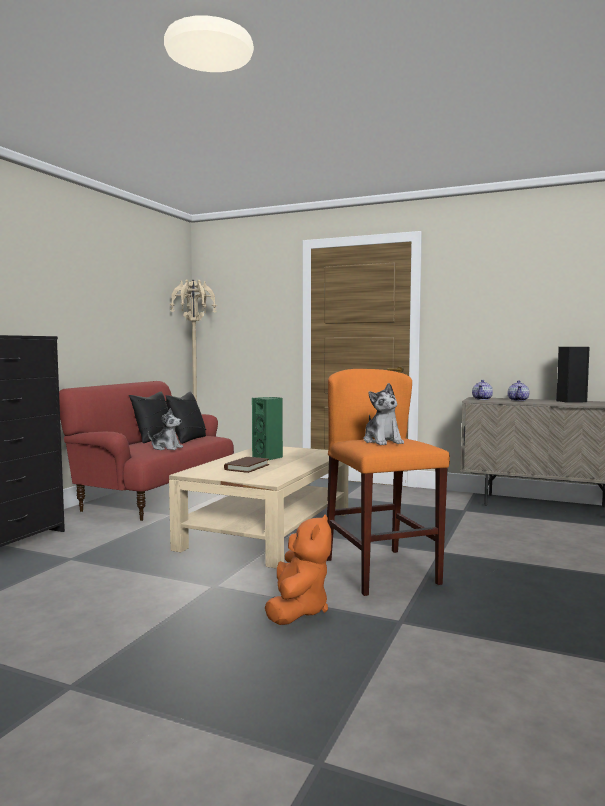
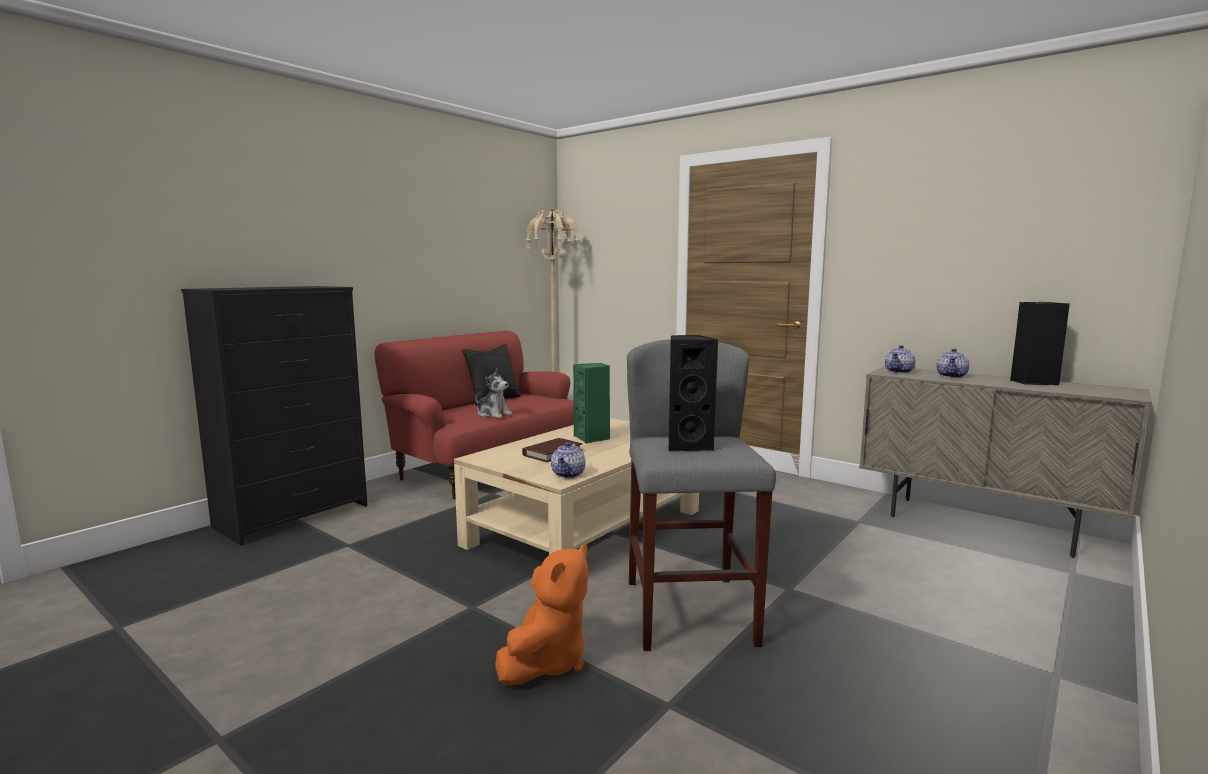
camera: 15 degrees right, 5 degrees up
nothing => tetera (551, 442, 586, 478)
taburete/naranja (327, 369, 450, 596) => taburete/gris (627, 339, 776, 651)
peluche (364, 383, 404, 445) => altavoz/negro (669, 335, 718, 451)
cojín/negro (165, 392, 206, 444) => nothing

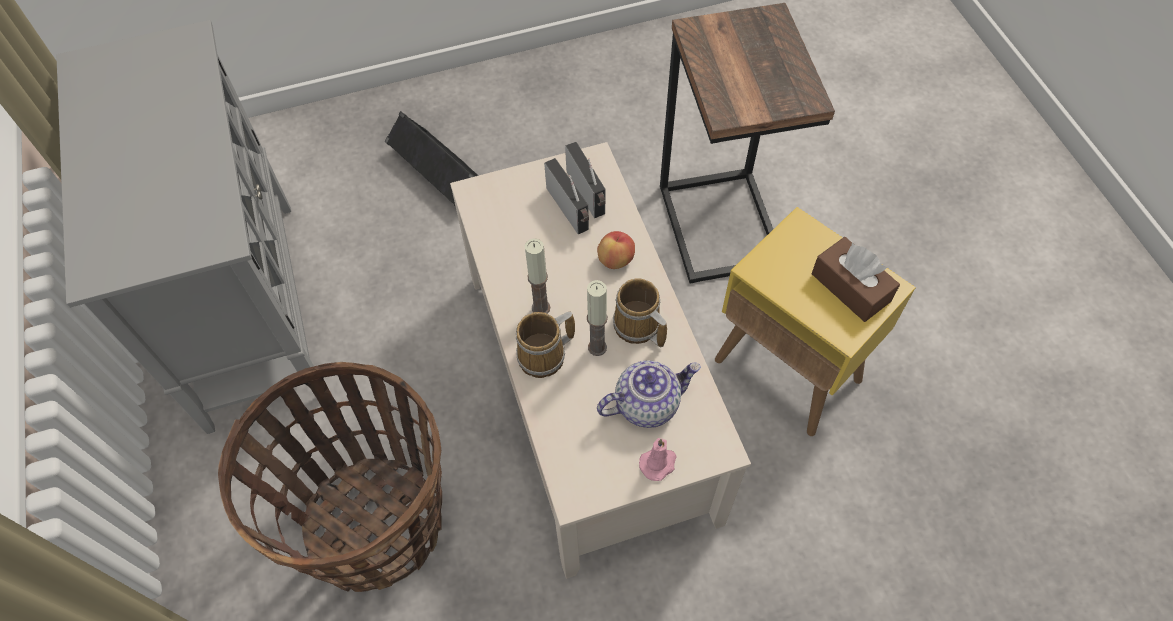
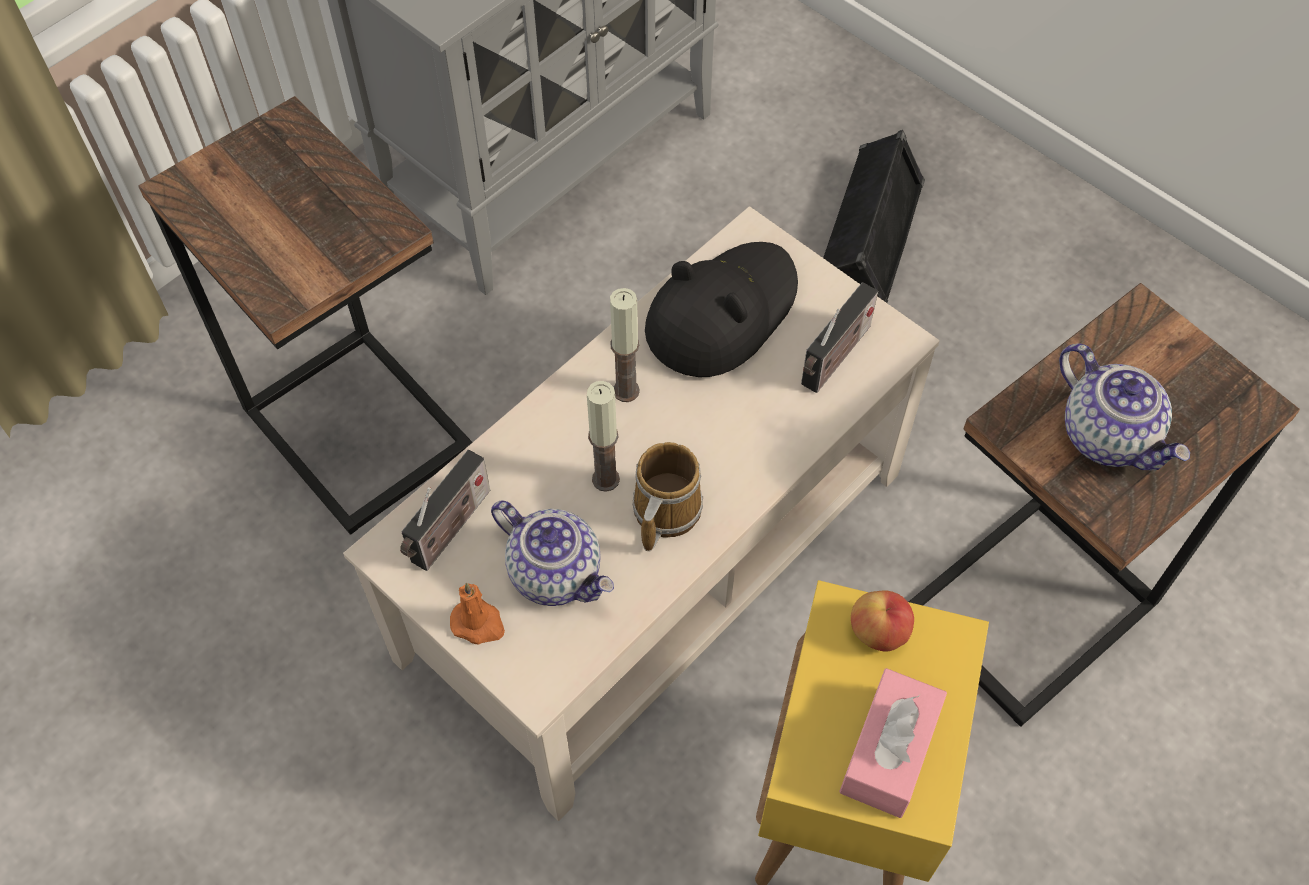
camera: 60 degrees right, 0 degrees up
cesta (218, 362, 442, 592) => mesa auxiliar (138, 96, 473, 535)
radio (544, 158, 589, 234) => radio (400, 450, 490, 571), moved
vela/rosa (639, 438, 677, 481) => vela/naranja (450, 583, 505, 644)
nothing => sombrero/negro (645, 242, 798, 377)
caja de pañuelos/marrón (812, 237, 900, 322) => caja de pañuelos/rosa (839, 668, 947, 818)
manzana (597, 231, 635, 269) => manzana (851, 591, 914, 652), moved
nothing => tetera (1059, 343, 1190, 471)
taza grande (516, 312, 575, 378) => nothing

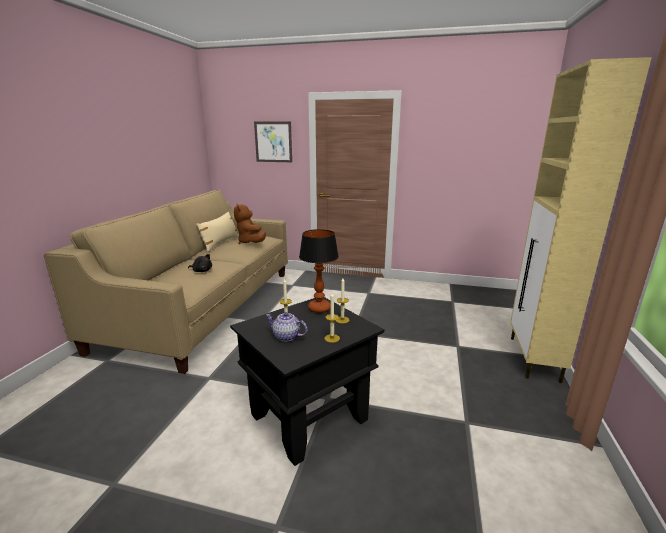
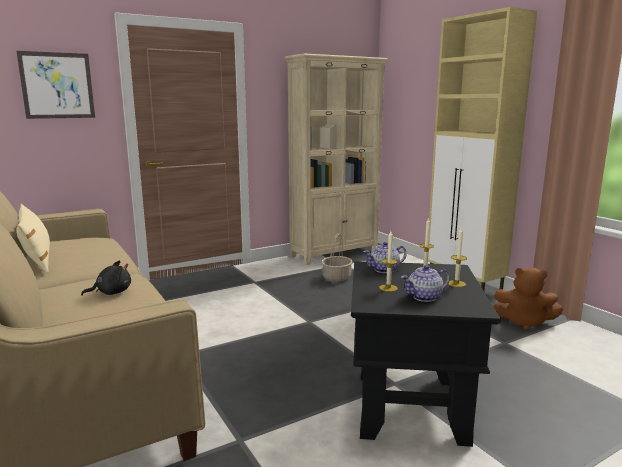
camera: 45 degrees left, 5 degrees down
nothing => estantería/beis (285, 53, 388, 265)
nothing => cesta (322, 233, 352, 282)
lámpara de mesa (299, 229, 339, 313) => tetera (363, 242, 406, 273)
peluche/marrón (234, 203, 266, 244) => peluche/marrón (493, 267, 563, 330), moved

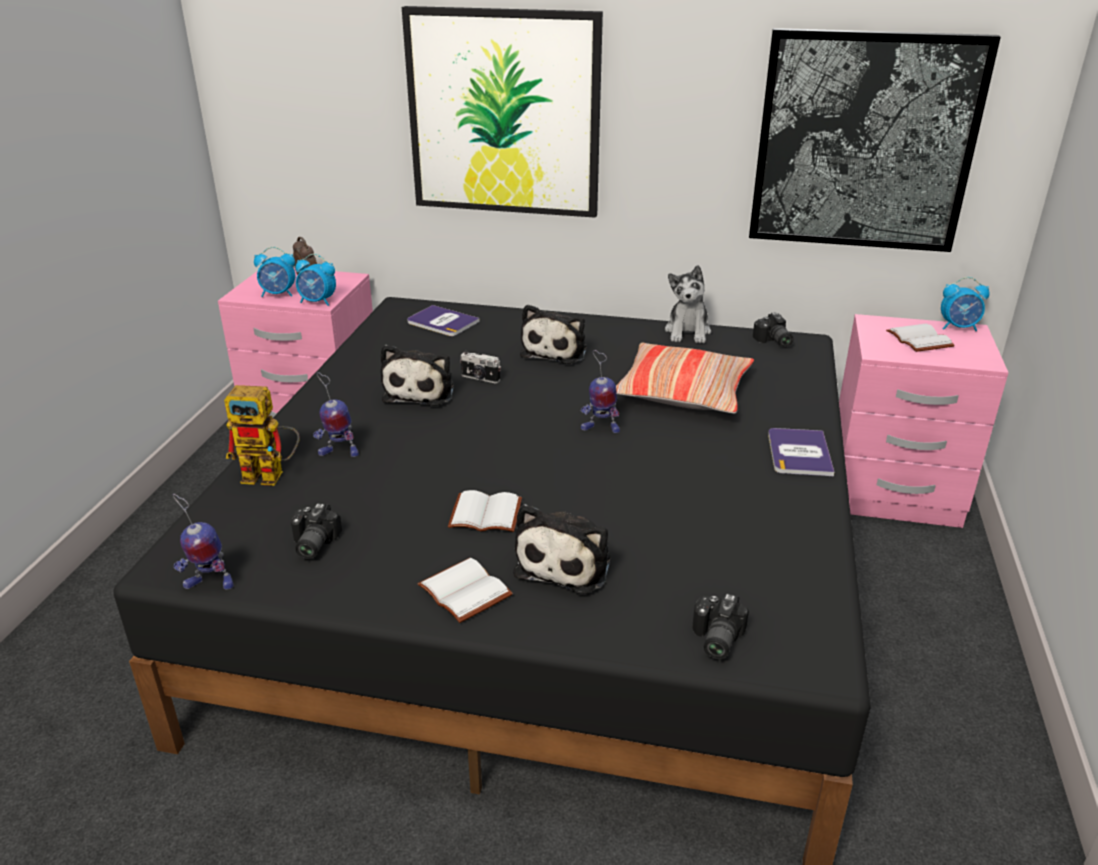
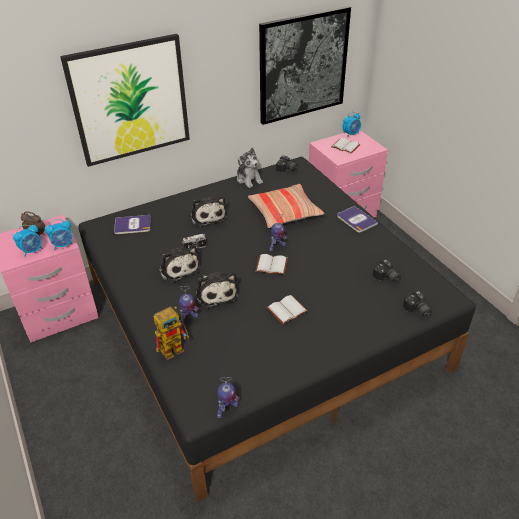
camera: 40 degrees left, 10 degrees up
peluche (513, 504, 611, 594) => peluche (195, 272, 238, 309), moved
libro/blanco (418, 558, 513, 623) => libro/blanco (255, 254, 288, 275), moved
cámara (291, 503, 342, 559) => cámara (373, 259, 401, 283), moved

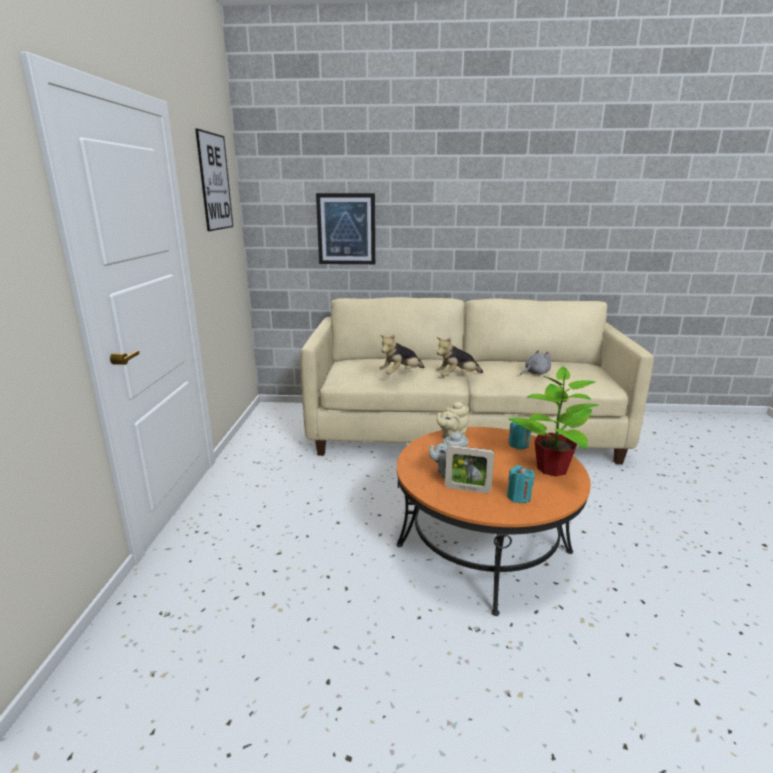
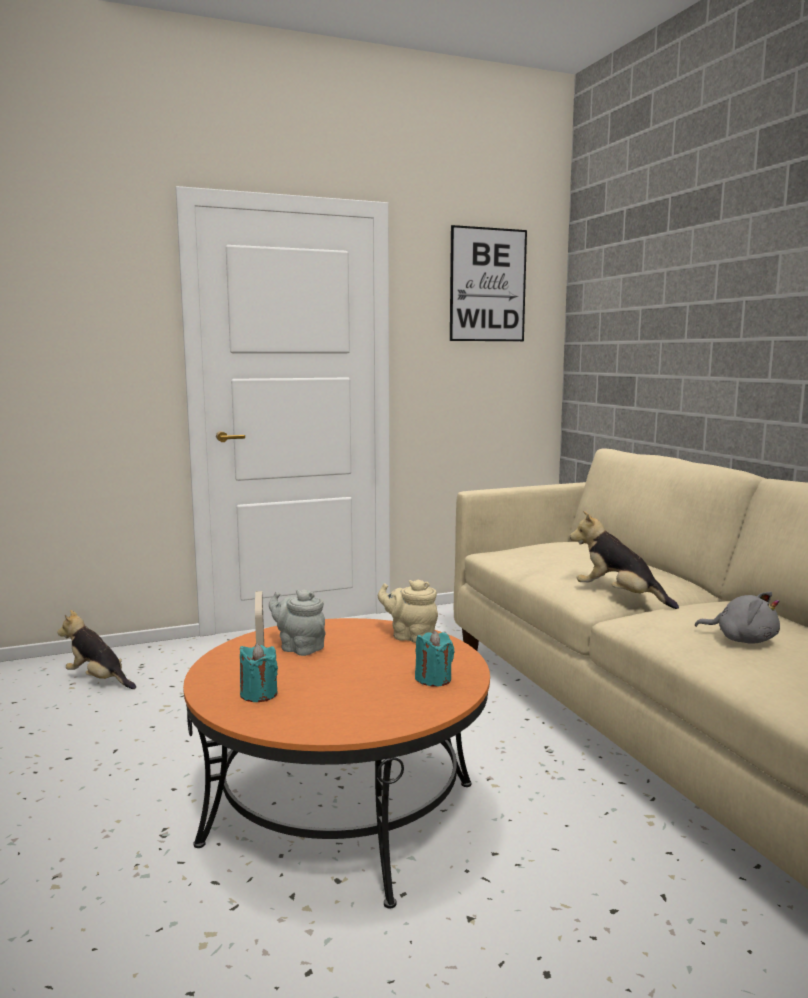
camera: 65 degrees right, 10 degrees down
peluche (379, 335, 425, 374) => peluche (57, 610, 136, 689), moved
cuadro (316, 193, 375, 264) => nothing
planta en maceta (508, 367, 598, 476) => nothing

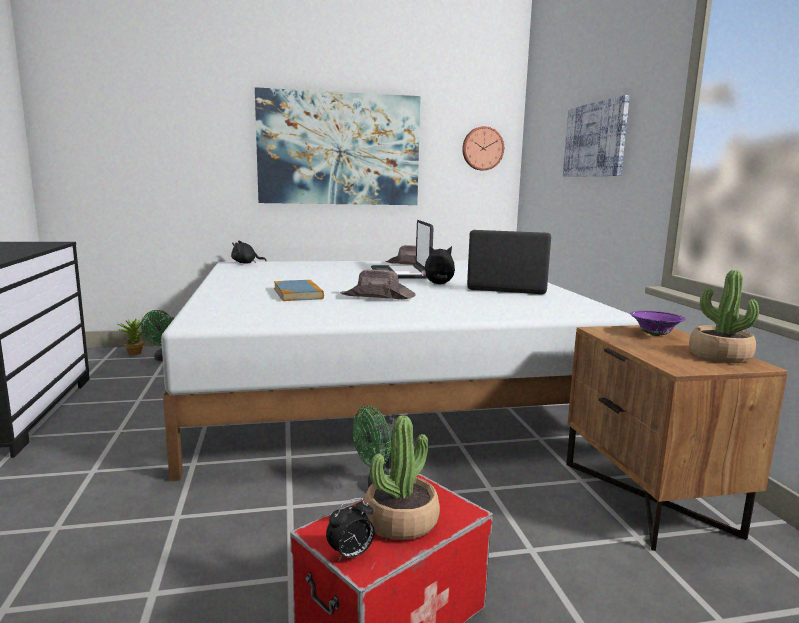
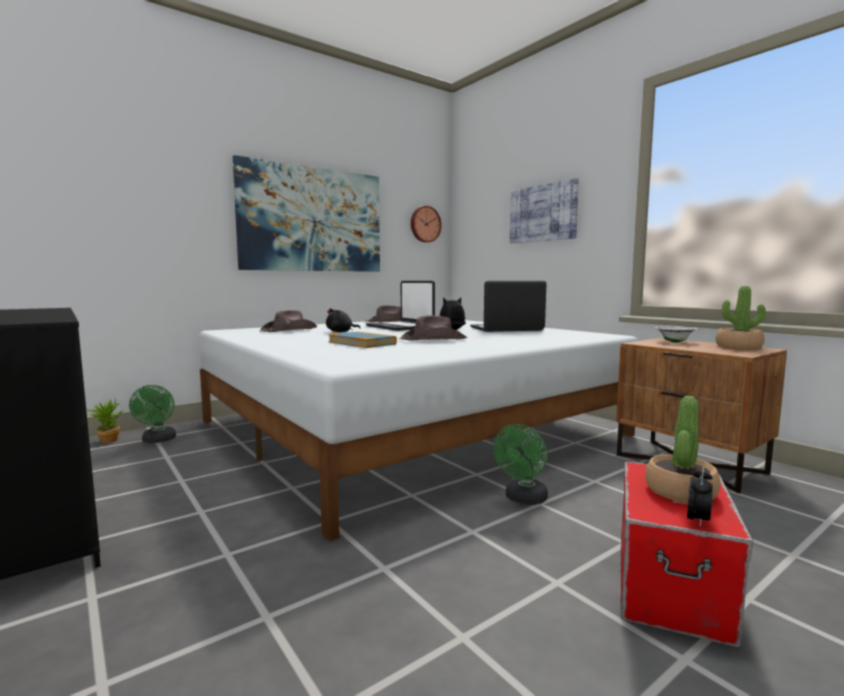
camera: 25 degrees left, 5 degrees down
nothing => sombrero/marrón (260, 310, 317, 332)
peluche/negro (231, 241, 267, 263) => peluche/negro (326, 308, 361, 332), moved
cuenco/morado (630, 311, 686, 336) => cuenco/blanco (655, 327, 697, 343)

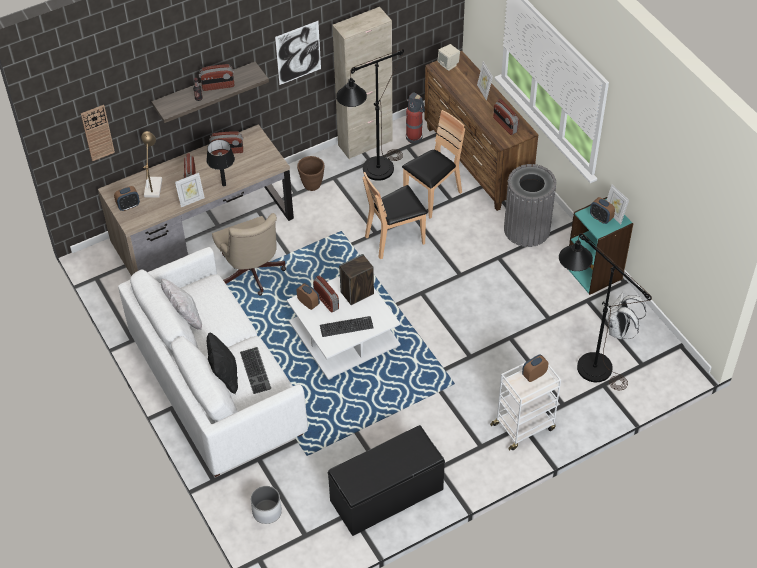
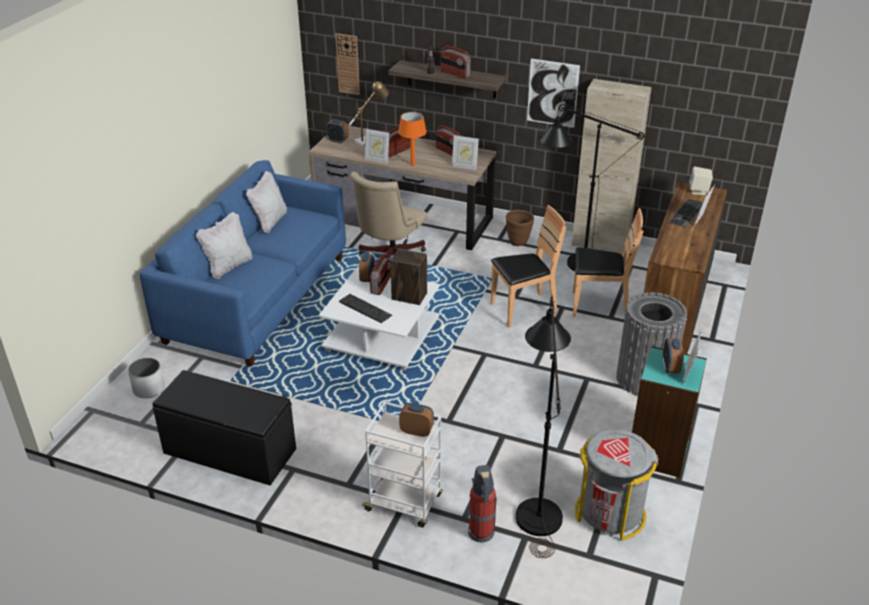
camera: 50 degrees right, 15 degrees down
sofá/blanco (118, 247, 308, 477) => sofá/azul (140, 160, 346, 367)
cojín/negro (207, 332, 238, 394) => cojín/blanco (196, 212, 252, 279)
lámpara de mesa/negro (206, 140, 235, 186) => lámpara de mesa/naranja (398, 112, 427, 166)
nothing => portarretratos (452, 135, 479, 170)
extintor (406, 92, 425, 143) => extintor (468, 465, 497, 543), moved
silla/marrón (362, 172, 427, 259) => silla/marrón (491, 205, 566, 328), 135 degrees clockwise
mochila/blanco (608, 292, 646, 339) => papelera/gris (575, 429, 658, 540)
teclado (240, 347, 271, 394) => teclado (668, 199, 703, 228), moved
radio (493, 99, 519, 135) => nothing

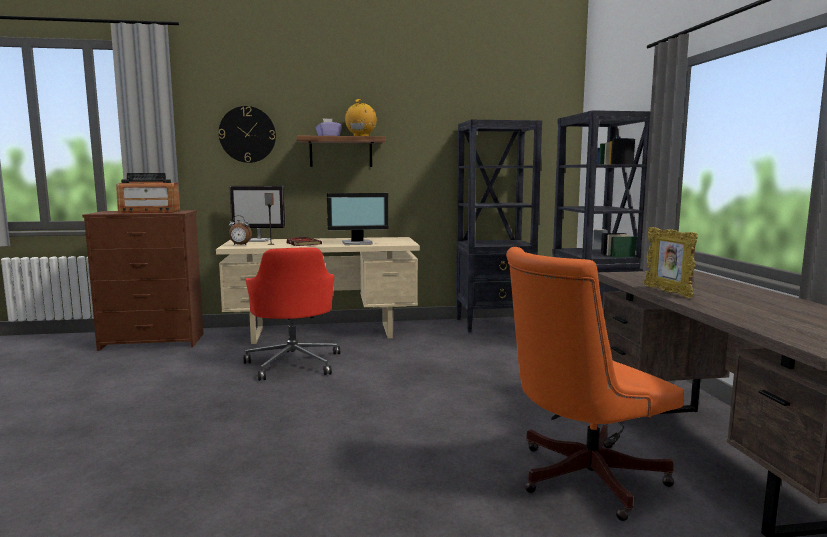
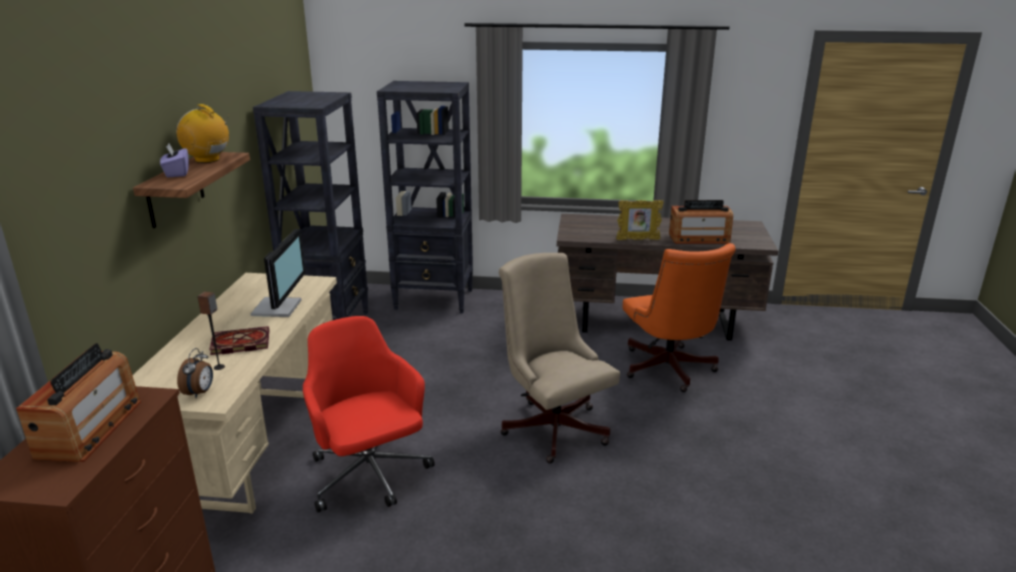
camera: 75 degrees left, 15 degrees up
silla de oficina/rojo (243, 247, 340, 381) => silla de oficina/rojo (303, 316, 435, 512), 120 degrees counterclockwise
nothing => silla de oficina/beis (499, 253, 620, 464)
nothing => radio (669, 200, 733, 244)
reloj de pared (219, 106, 276, 163) => nothing
monitor (230, 186, 285, 242) => nothing

